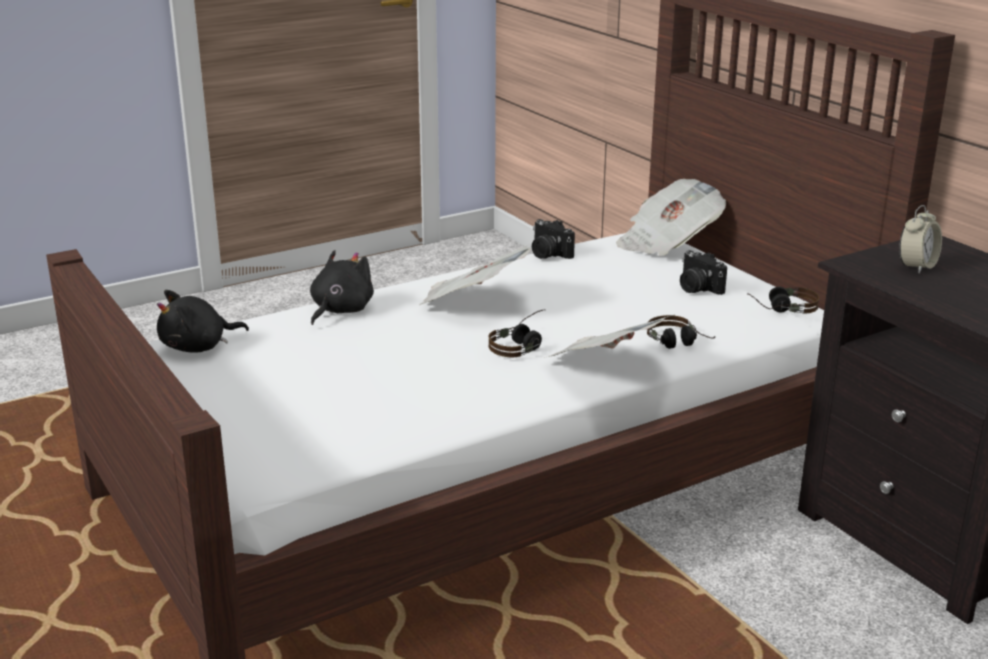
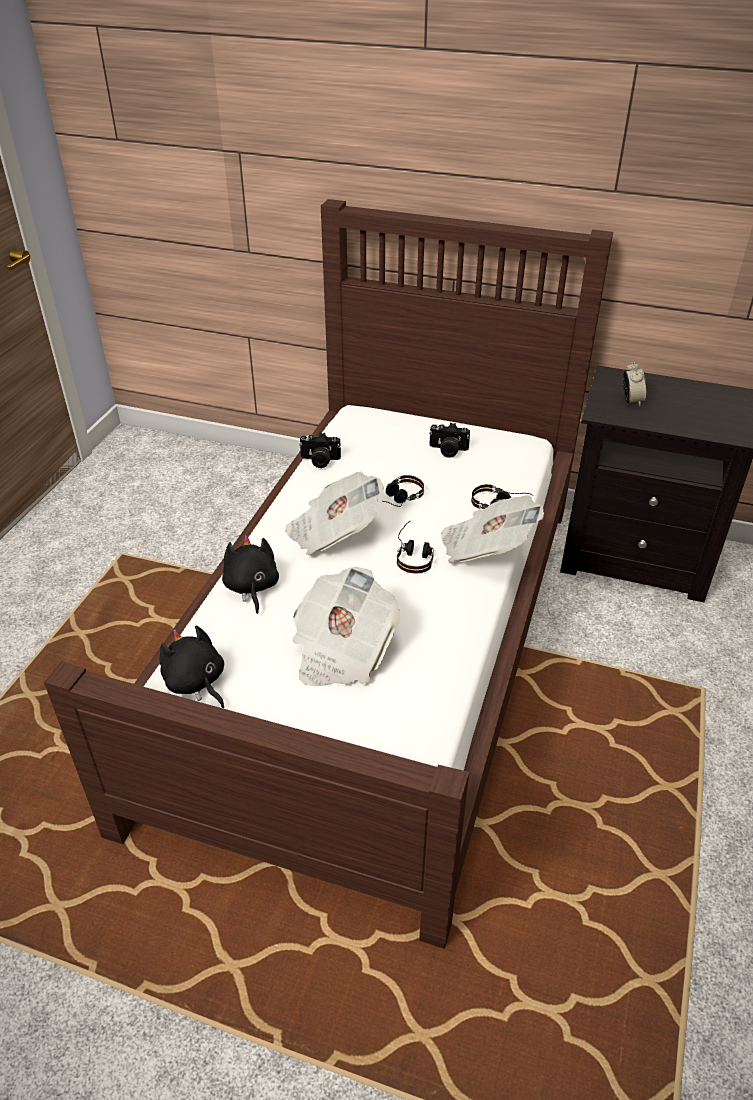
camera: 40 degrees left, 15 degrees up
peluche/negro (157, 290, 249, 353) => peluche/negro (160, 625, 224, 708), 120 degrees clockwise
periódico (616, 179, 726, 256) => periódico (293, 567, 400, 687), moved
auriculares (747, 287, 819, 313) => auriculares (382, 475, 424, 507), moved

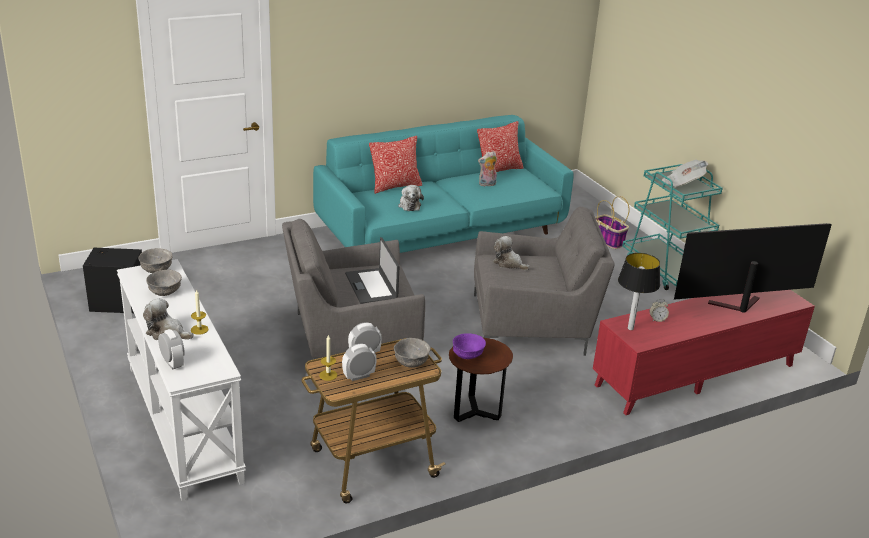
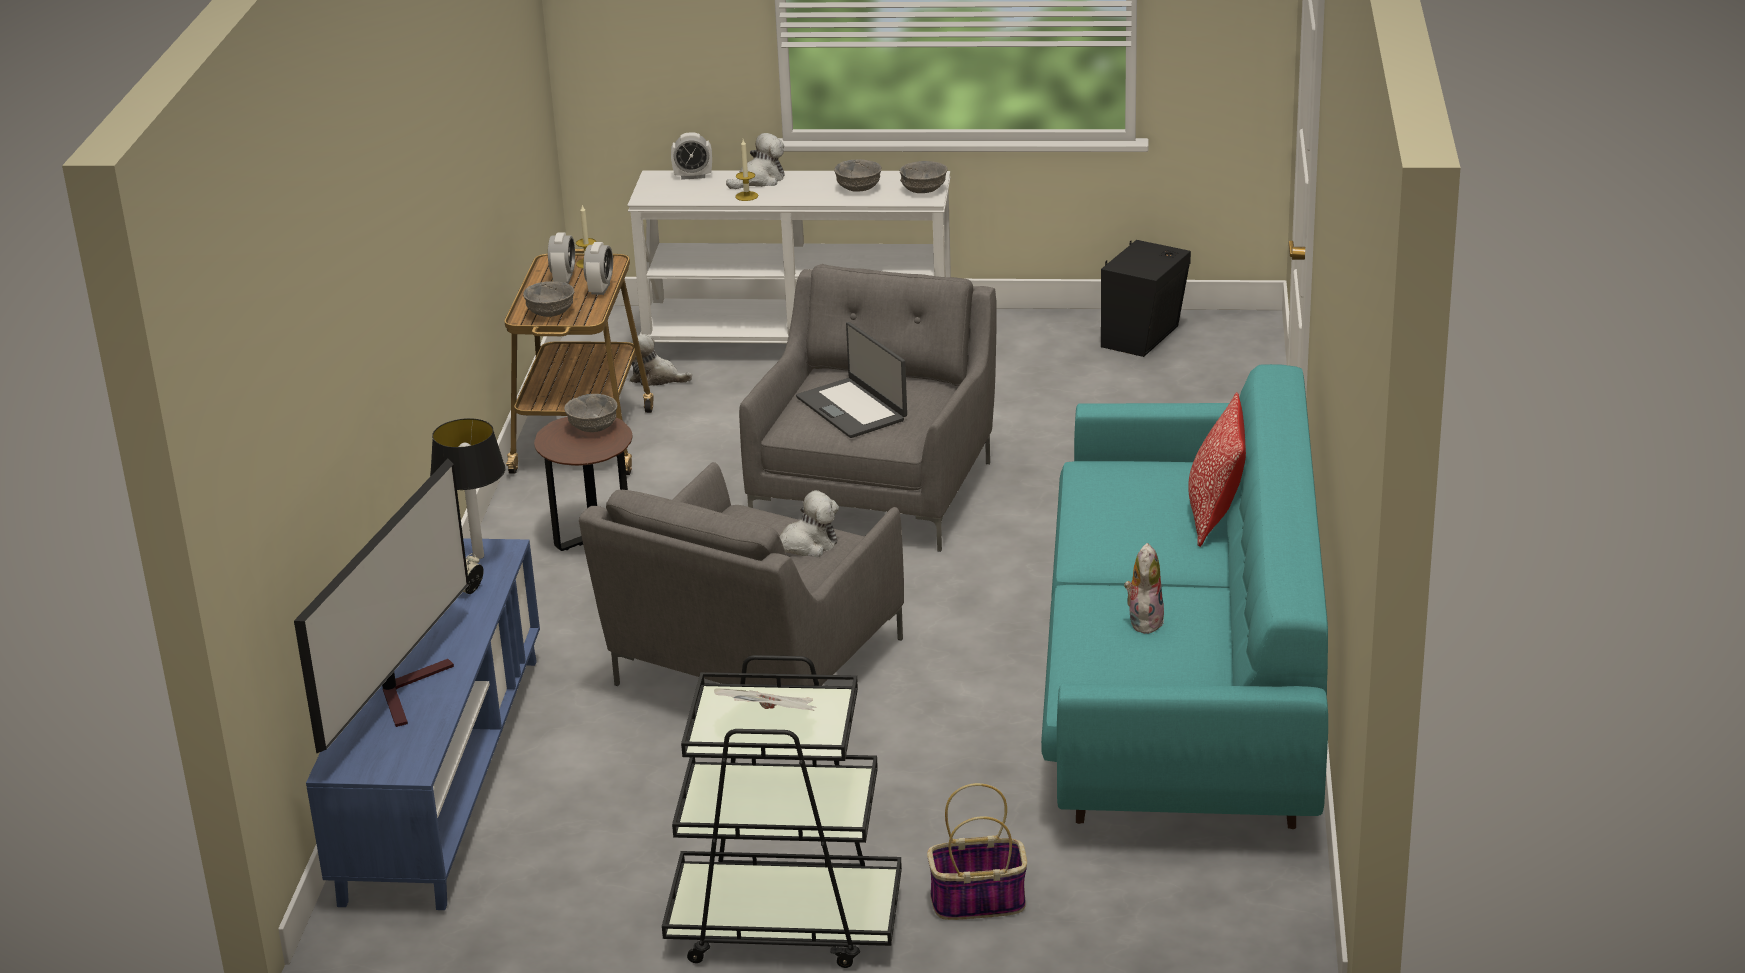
camera: 125 degrees right, 0 degrees up
mueble de televisión/rojo (593, 290, 815, 415) => mueble de televisión/azul (306, 538, 540, 910)
cuenco/morado (453, 333, 486, 359) => cuenco/gris (564, 394, 617, 432)
peluche (398, 185, 424, 211) => peluche (630, 334, 692, 386), moved
carrito/turquesa (622, 164, 723, 290) => carrito/negro (662, 655, 902, 968)
portátil (345, 237, 400, 304) => portátil (796, 322, 907, 438), 135 degrees counterclockwise
cojín (477, 121, 523, 172) => nothing

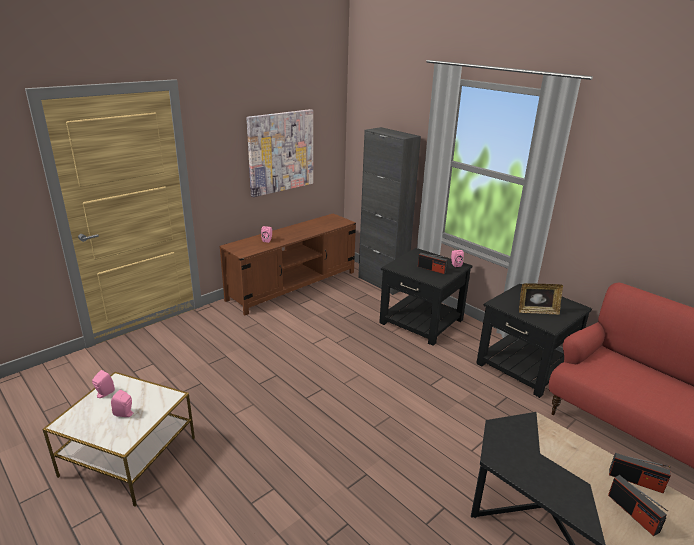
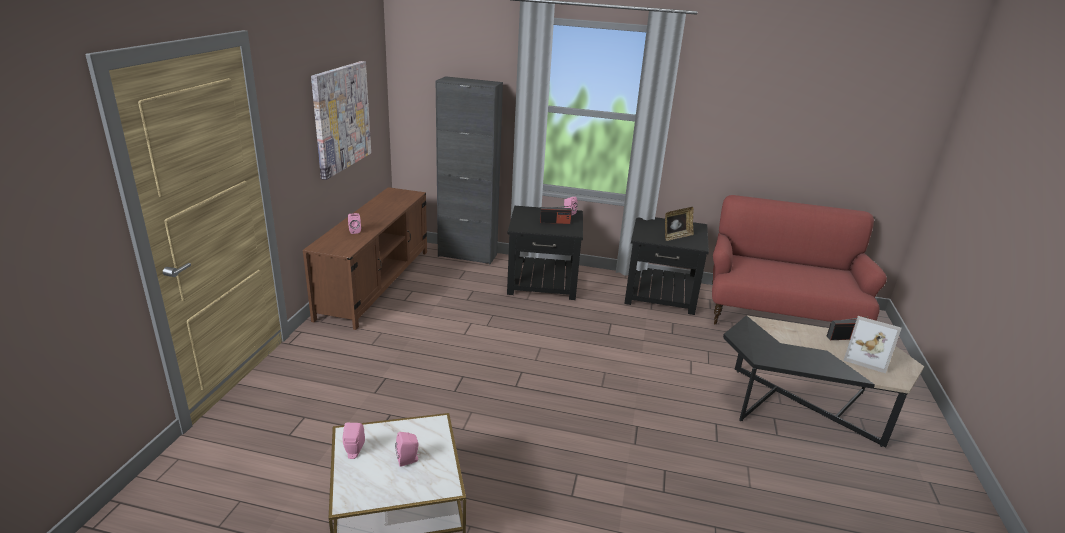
camera: 35 degrees left, 0 degrees up
radio (608, 475, 668, 536) => portarretratos (844, 316, 902, 373)

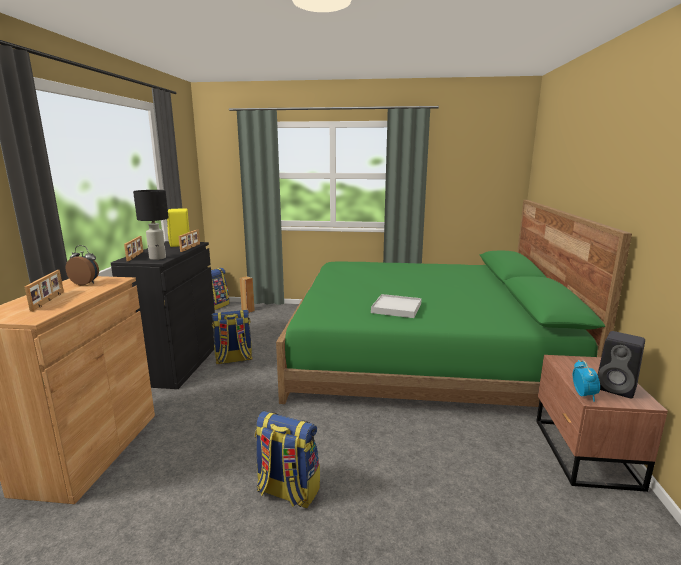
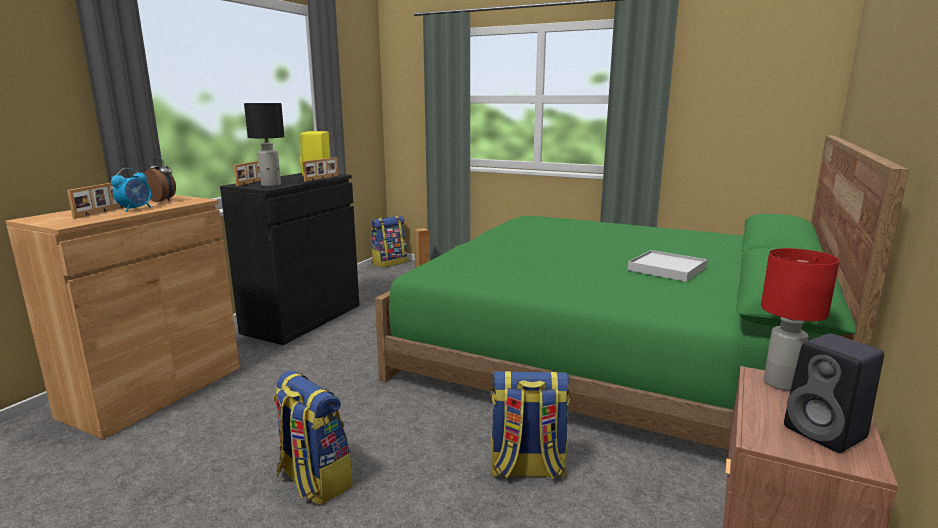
camera: 20 degrees right, 0 degrees up
despertador (573, 360, 600, 402) => despertador (111, 168, 151, 212), moved
mochila (211, 310, 253, 364) => mochila (491, 371, 570, 479), moved
bandeja/blanco (371, 294, 422, 318) => bandeja/blanco (628, 250, 707, 282), moved
nothing => lámpara de mesa/rojo (761, 248, 840, 391)

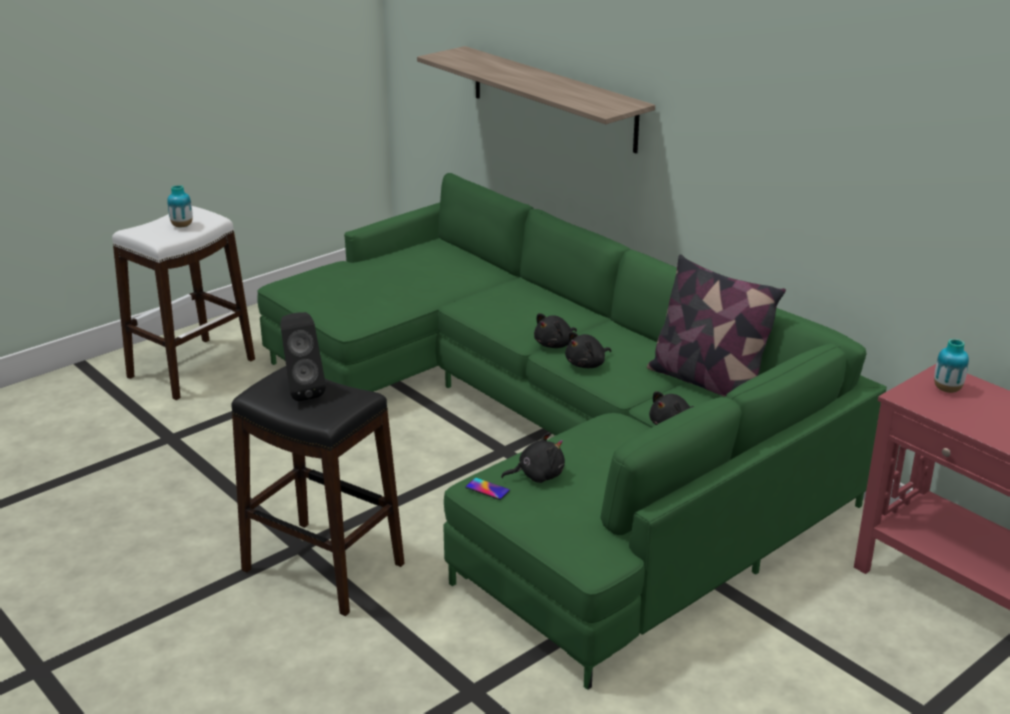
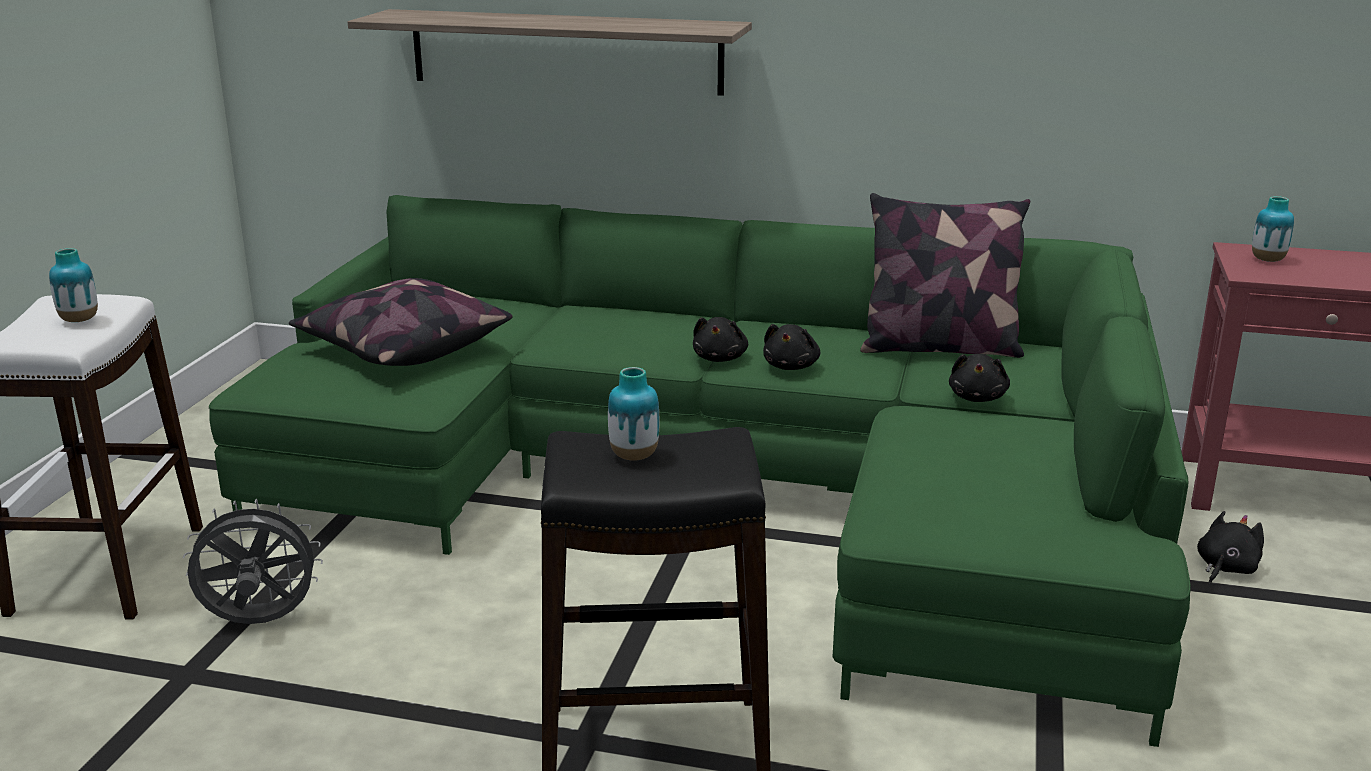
camera: 35 degrees left, 5 degrees down
nothing => ventilador/gris (183, 499, 323, 624)
nothing => cojín (289, 278, 512, 366)
altavoz/negro (280, 312, 326, 401) => florero (608, 367, 659, 461)
peluche/negro (501, 432, 565, 483) => peluche/negro (1197, 511, 1264, 584), moved
móvil (465, 478, 510, 500) => nothing

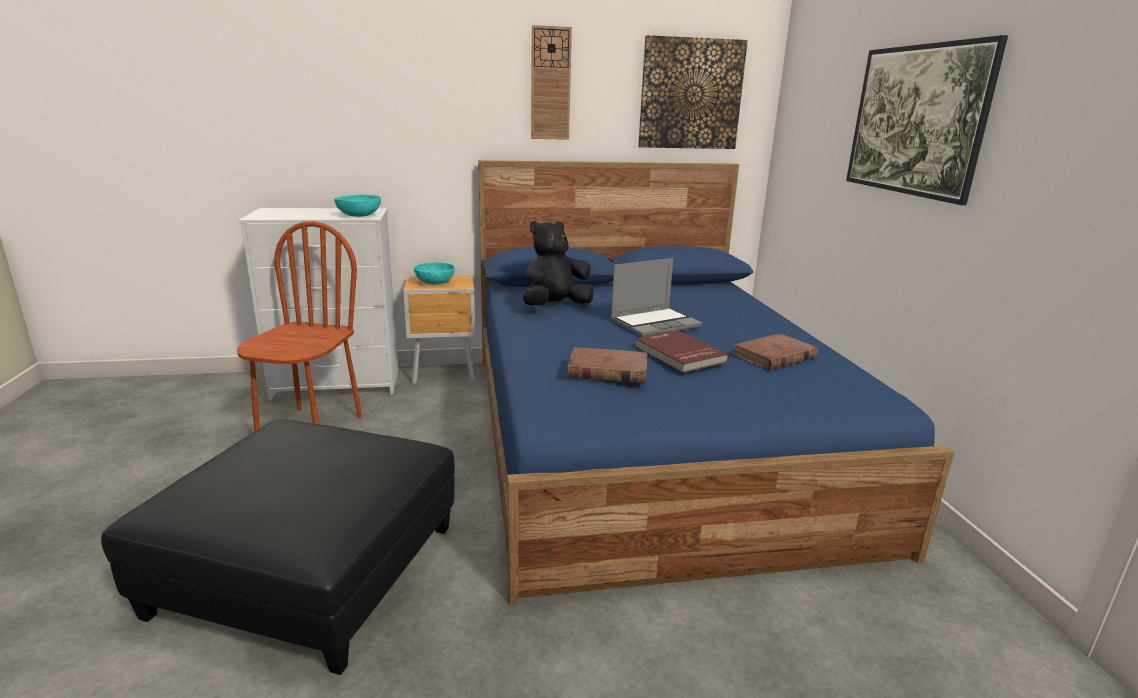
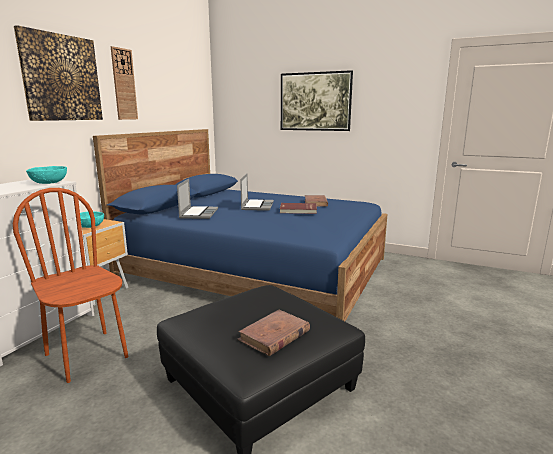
camera: 55 degrees left, 5 degrees down
cuadro (638, 35, 748, 149) => cuadro (14, 25, 103, 121), moved
peluche/negro (523, 221, 593, 305) => portátil (177, 179, 218, 219)
libro/marrón (567, 347, 647, 383) => libro/marrón (237, 310, 310, 356), moved

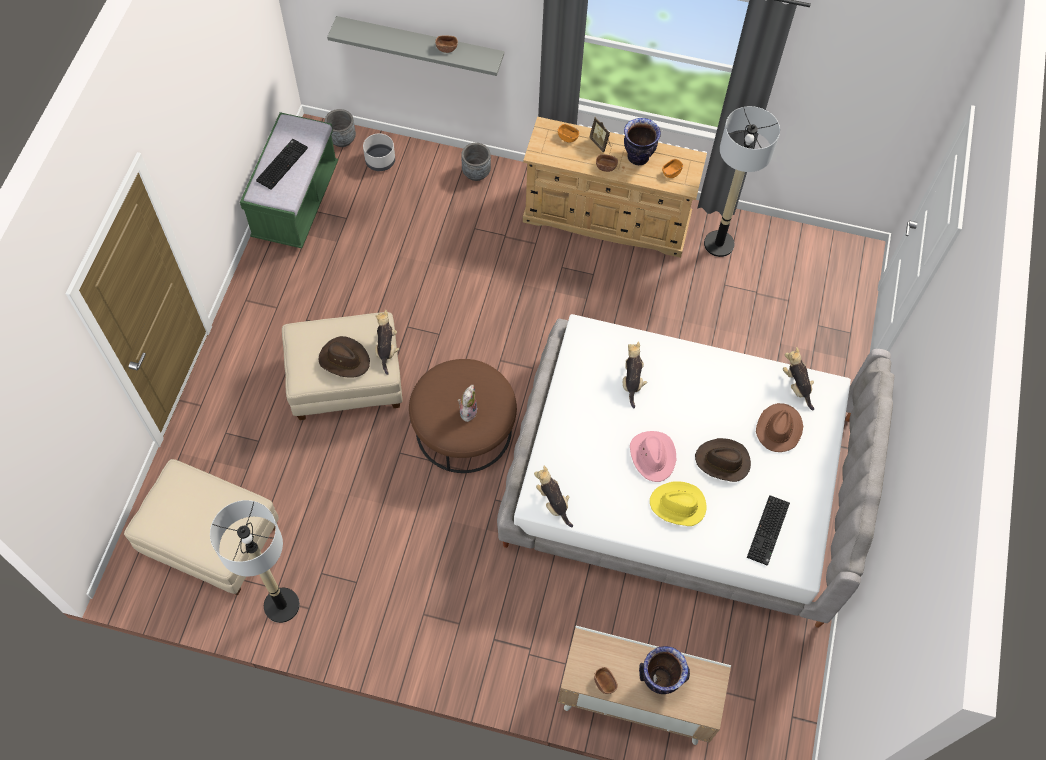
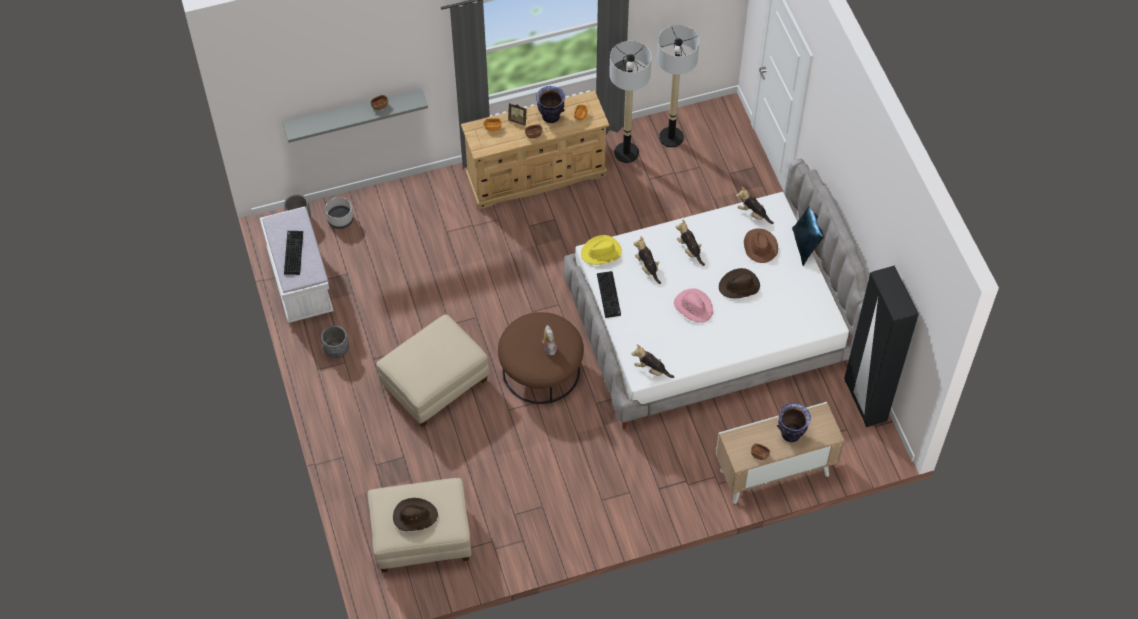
camera: 30 degrees left, 5 degrees down
banco/verde (240, 112, 338, 248) => banco/blanco (260, 206, 334, 323)
maceta/gris (461, 143, 491, 181) => maceta/gris (321, 325, 349, 358), moved
sombrero/marrón (319, 336, 370, 378) => sombrero/marrón (393, 498, 438, 531), moved
sombrero/amarillo (650, 481, 706, 526) => sombrero/amarillo (581, 235, 622, 265), moved
teclado (747, 495, 790, 566) => teclado (597, 271, 621, 318), moved
lámpara de pie (210, 500, 300, 623) => lámpara de pie (657, 25, 699, 148), moved
peluche (375, 310, 399, 375) => peluche (675, 219, 705, 266), moved
nothing => cojín/azul (792, 206, 824, 266)
nothing => armario ropero/negro (844, 266, 919, 427)

